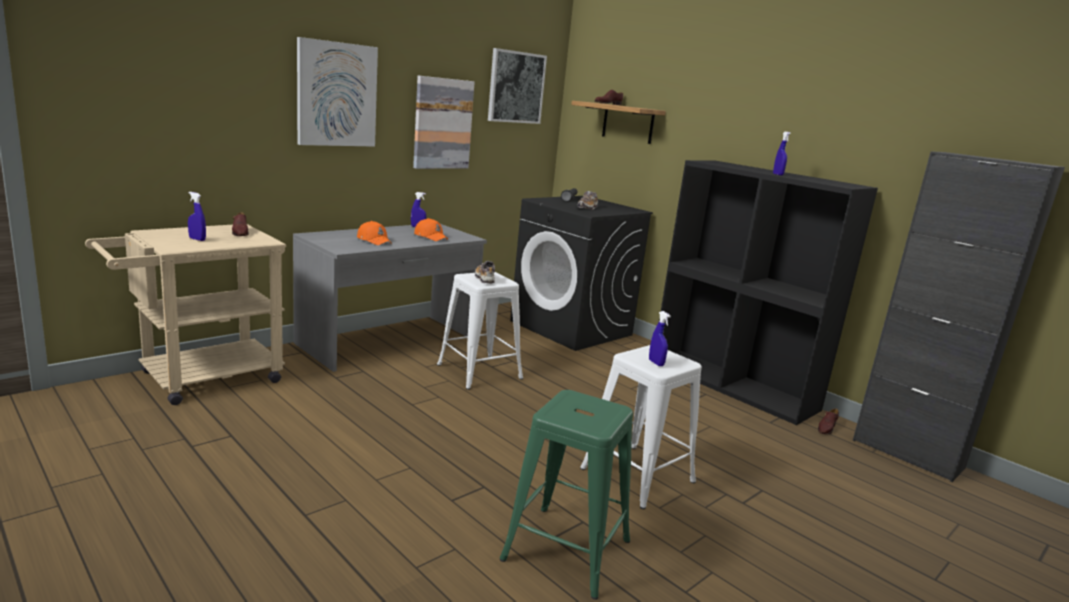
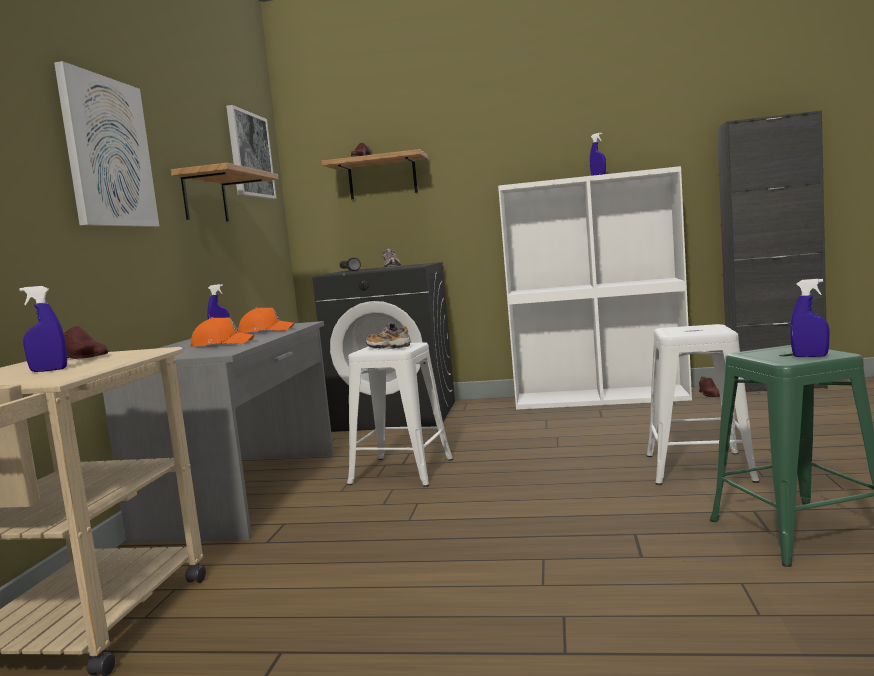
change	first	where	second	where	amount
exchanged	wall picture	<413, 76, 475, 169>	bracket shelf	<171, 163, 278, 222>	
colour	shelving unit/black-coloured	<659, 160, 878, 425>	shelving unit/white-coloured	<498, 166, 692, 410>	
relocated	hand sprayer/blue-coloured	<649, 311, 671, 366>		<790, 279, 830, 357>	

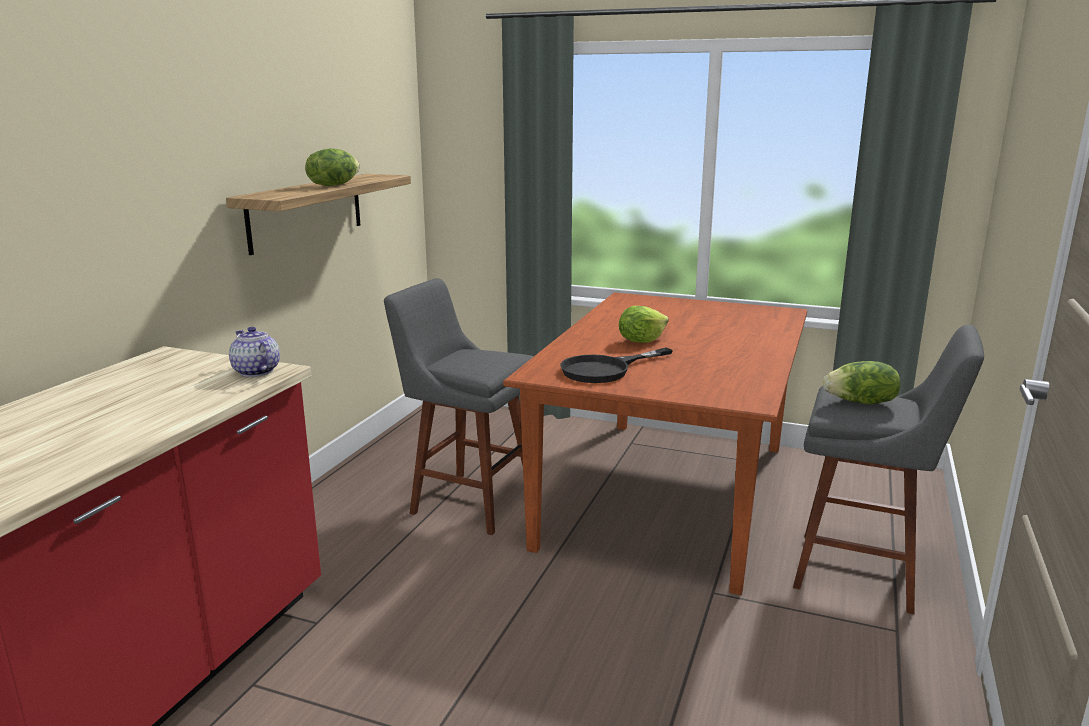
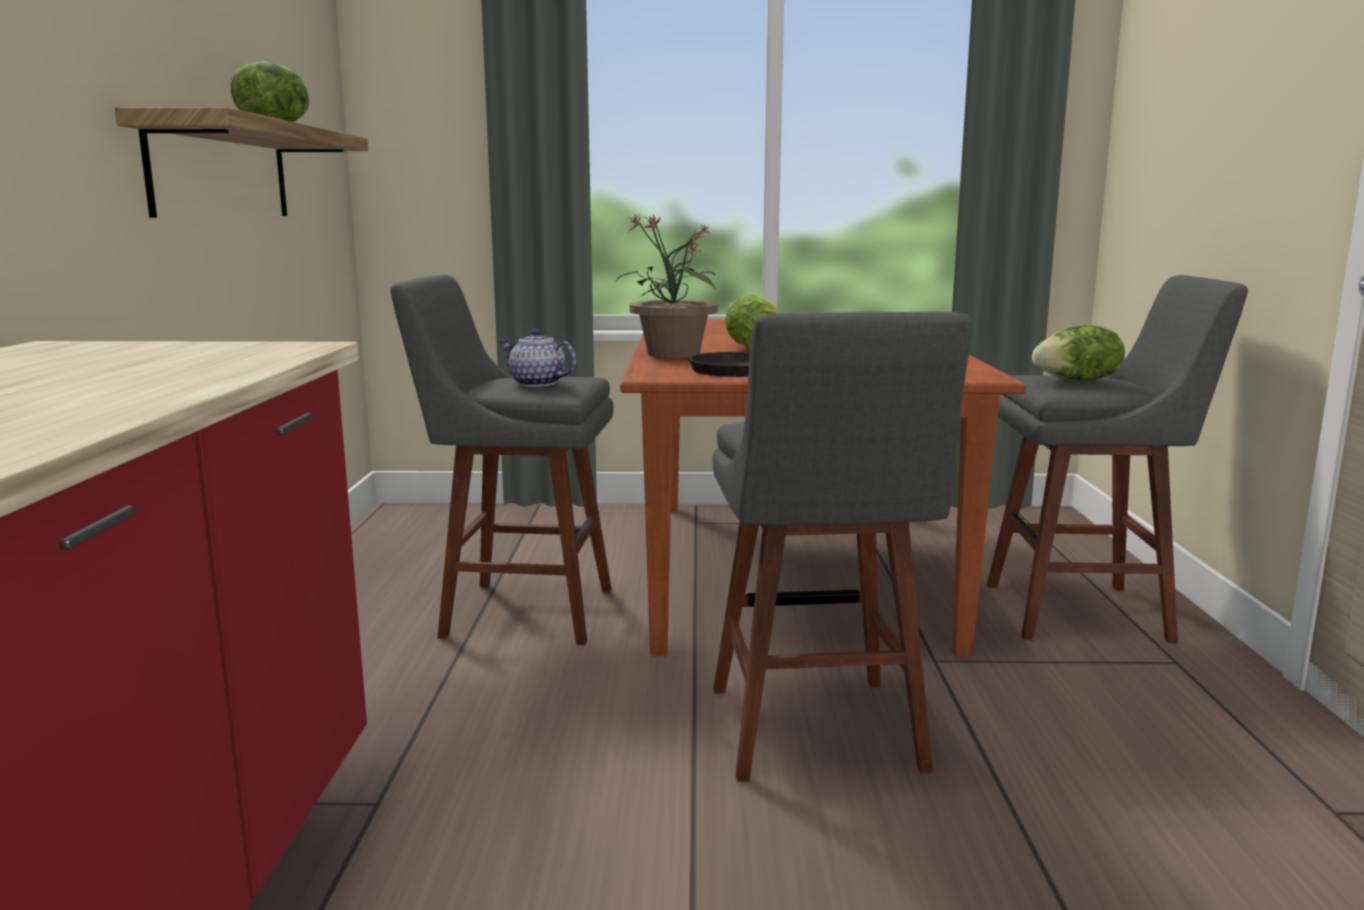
change	first	where	second	where	amount
relocated	tea pot	<229, 326, 280, 377>		<499, 329, 576, 387>	
appeared			houseplant	<616, 214, 718, 358>	
appeared			stool seat/gray	<713, 312, 972, 782>	

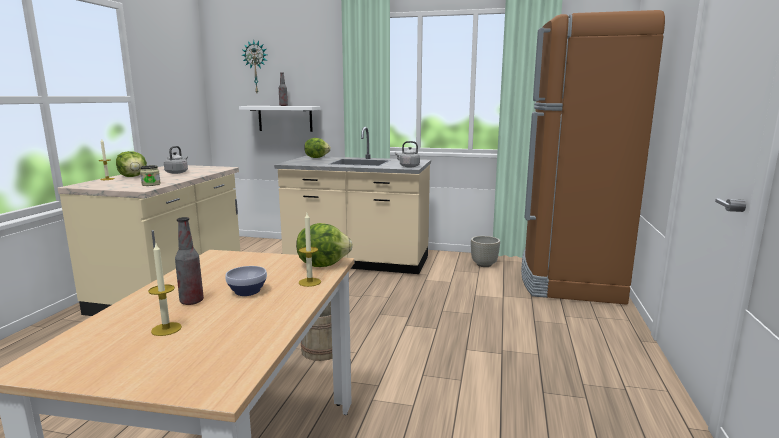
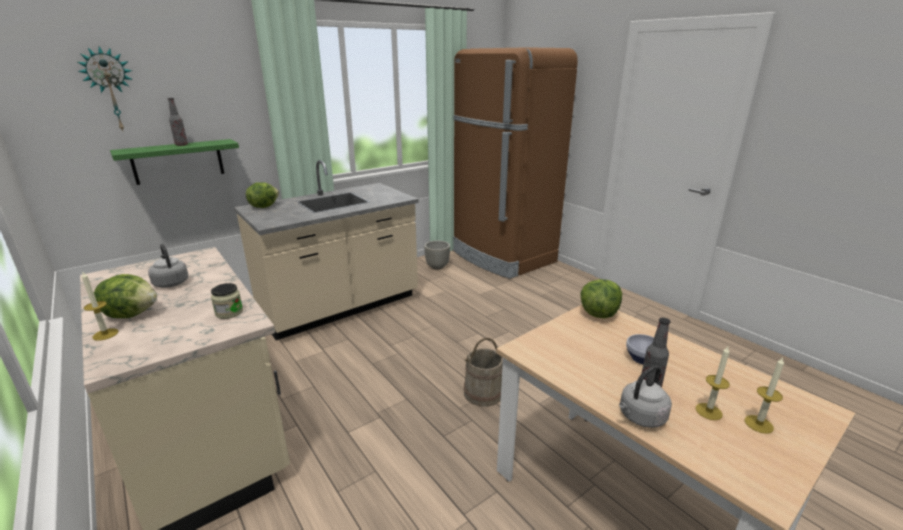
change	first	where	second	where	amount
colour	bracket shelf/white-coloured	<239, 106, 321, 132>	bracket shelf/greenish	<110, 139, 239, 185>	
relocated	water kettle/gray	<395, 141, 420, 167>		<619, 365, 672, 428>	
relocated	wax light	<299, 213, 321, 287>		<744, 357, 784, 434>	

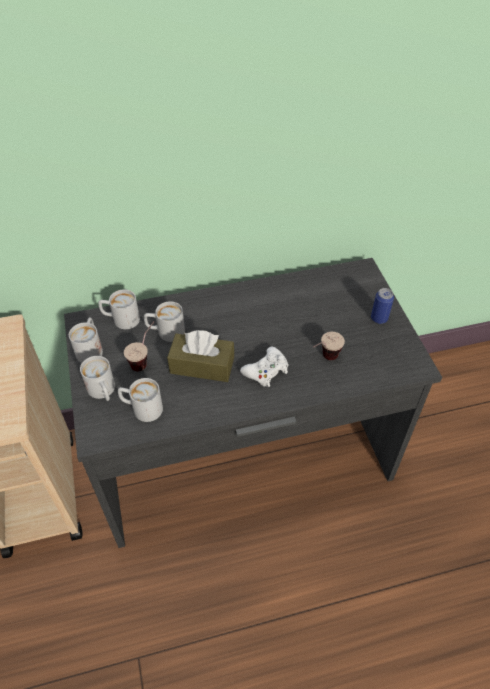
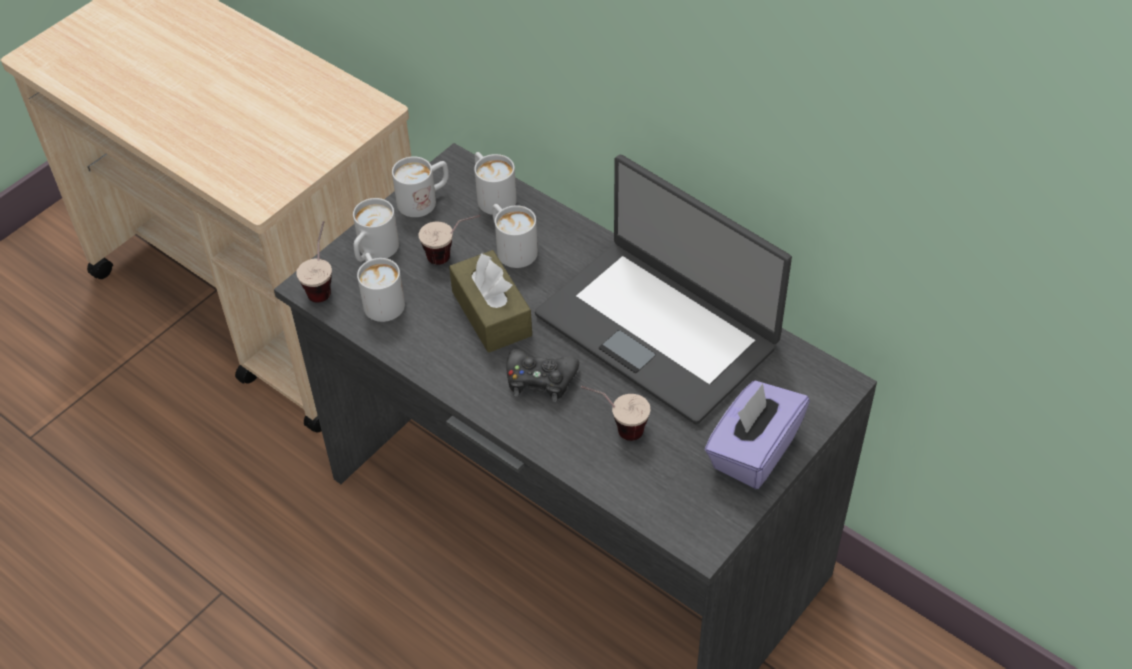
change	first	where	second	where	amount
appeared			drinking cup	<296, 221, 332, 303>	
colour	joypad/white-coloured	<240, 346, 288, 387>	joypad/black-coloured	<506, 349, 579, 402>	
appeared			notebook computer	<535, 155, 792, 425>	
exchanged	metal can	<371, 288, 394, 324>	box of tissues/purple	<705, 380, 810, 489>	

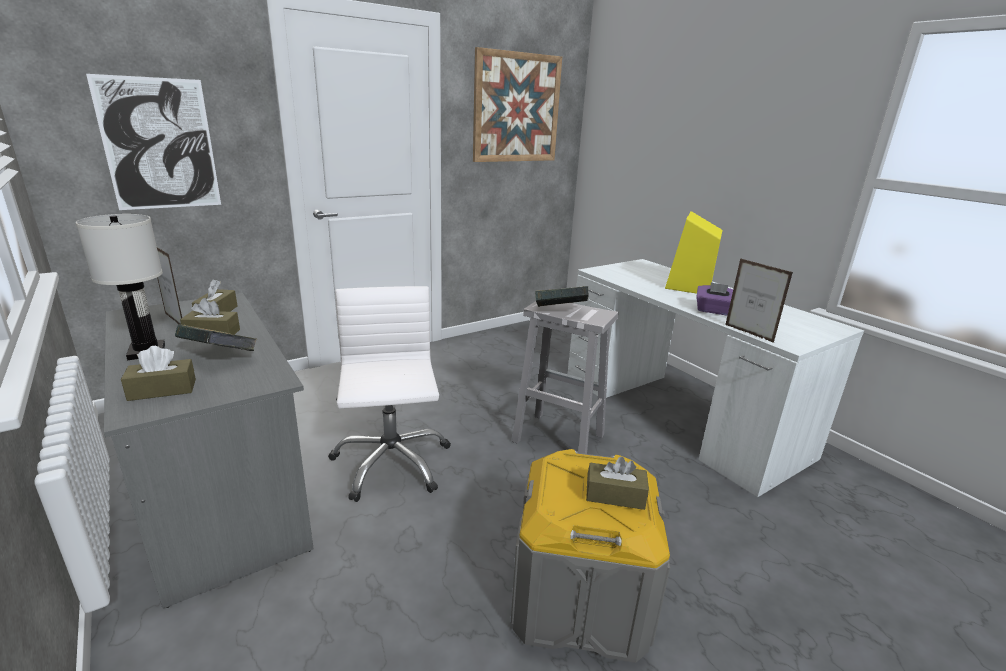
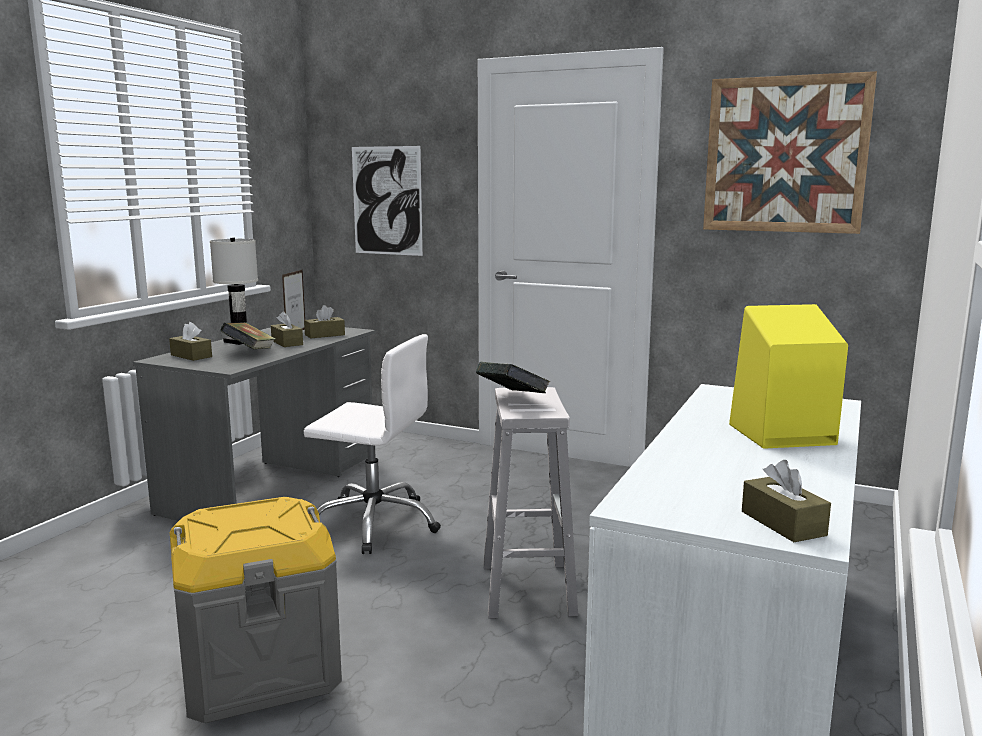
change	first	where	second	where	amount
spun	computer chair/white-coloured	<328, 286, 451, 502>		<304, 334, 441, 554>	60 degrees clockwise
relocated	box of tissues/brown	<586, 456, 649, 510>		<742, 460, 831, 542>	
missing	box of tissues/purple	<696, 282, 733, 315>			
missing	picture frame	<725, 258, 793, 343>			

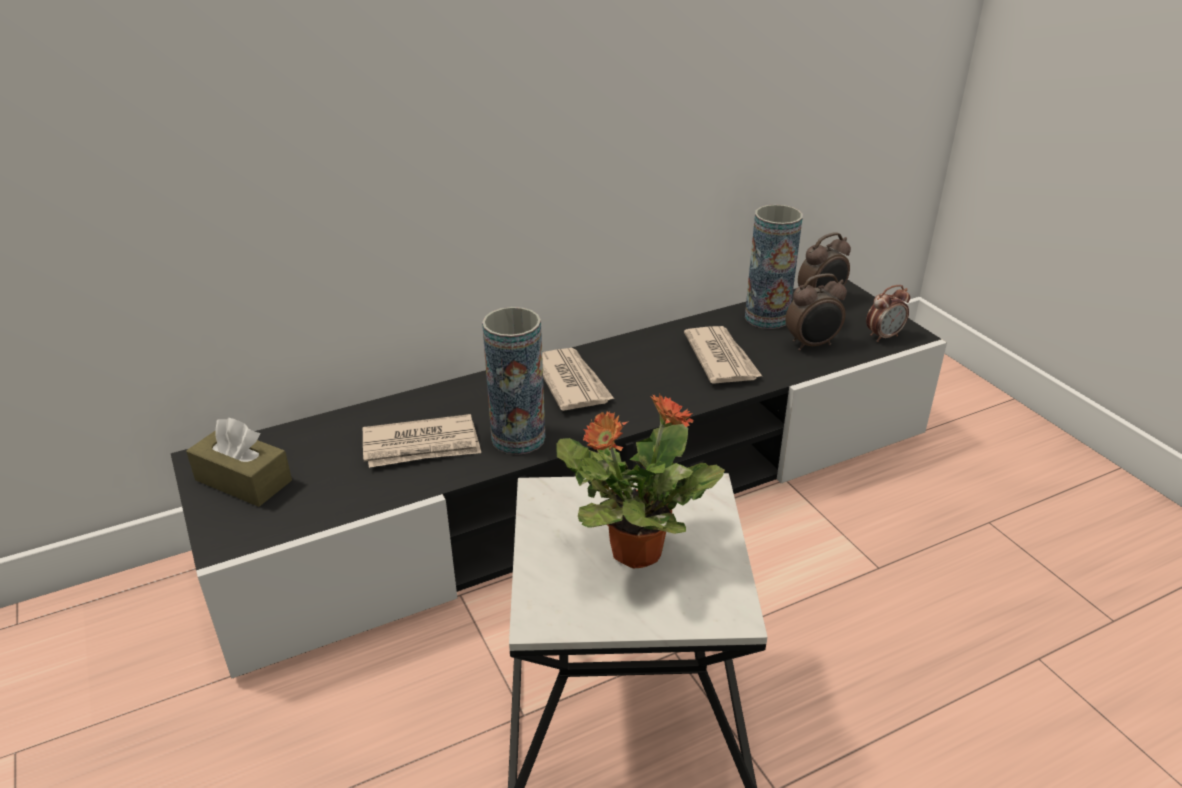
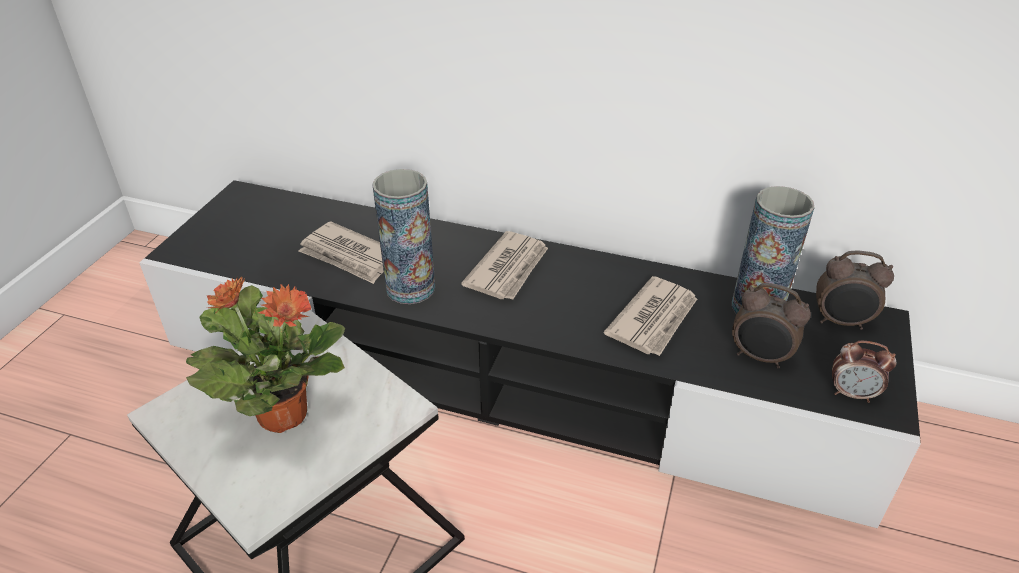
change	first	where	second	where	amount
missing	box of tissues/brown	<186, 418, 292, 507>			

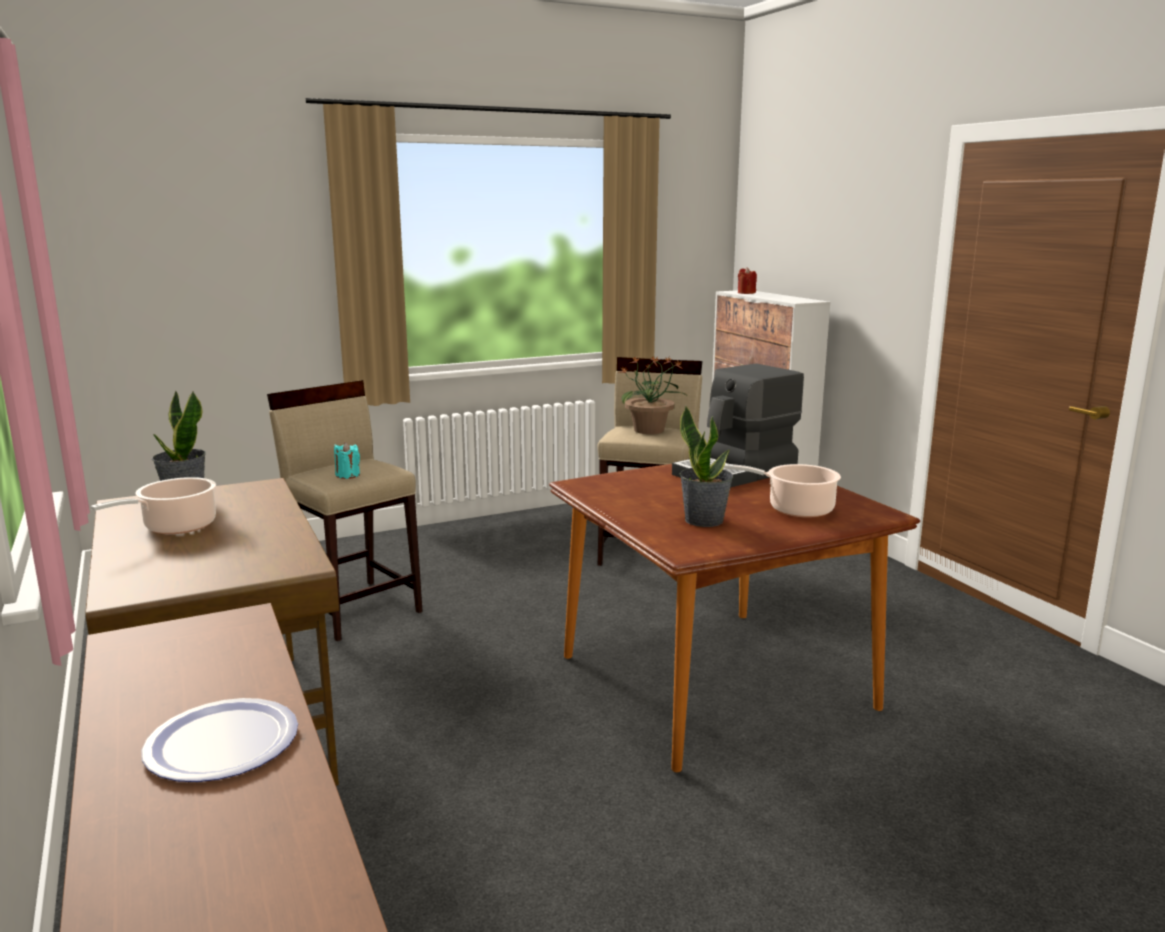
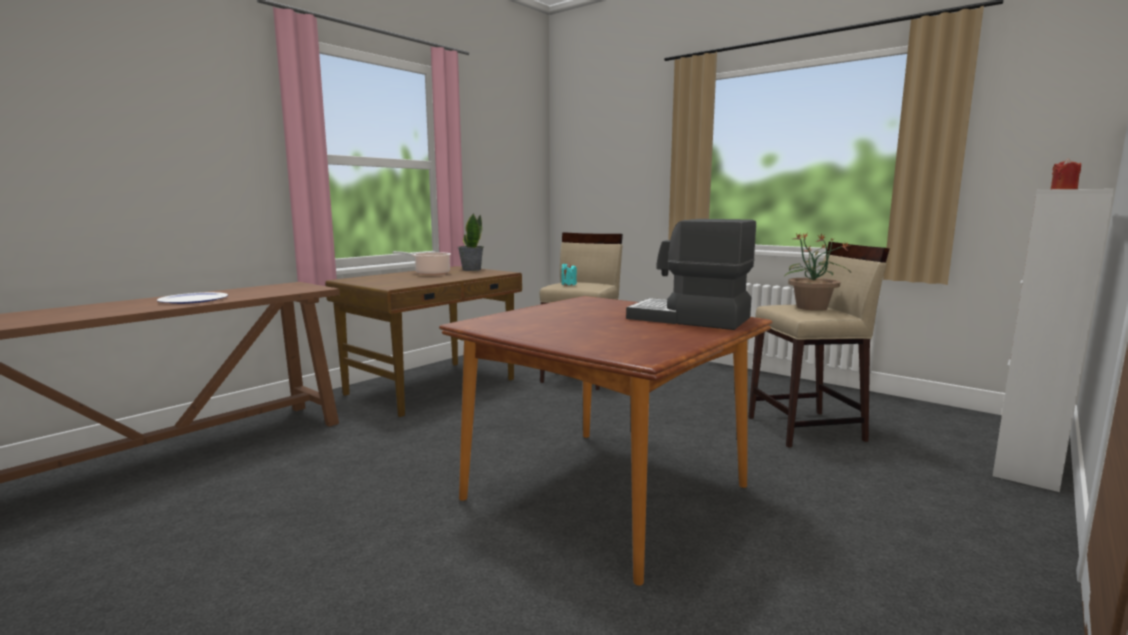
change	first	where	second	where	amount
missing	houseplant	<680, 405, 733, 527>			
missing	stockpot	<724, 464, 841, 518>			

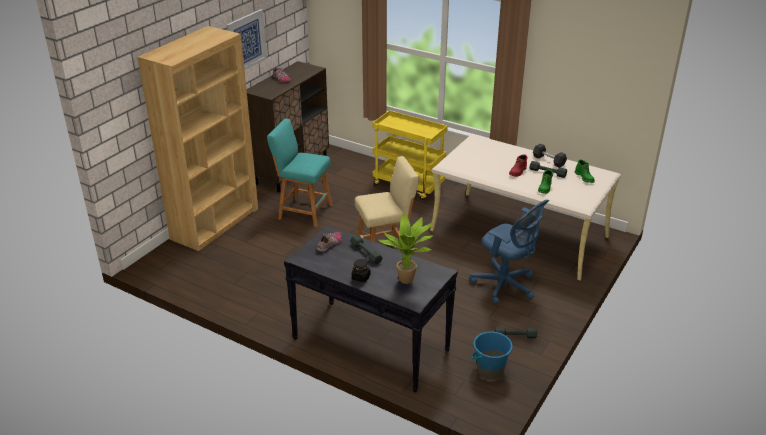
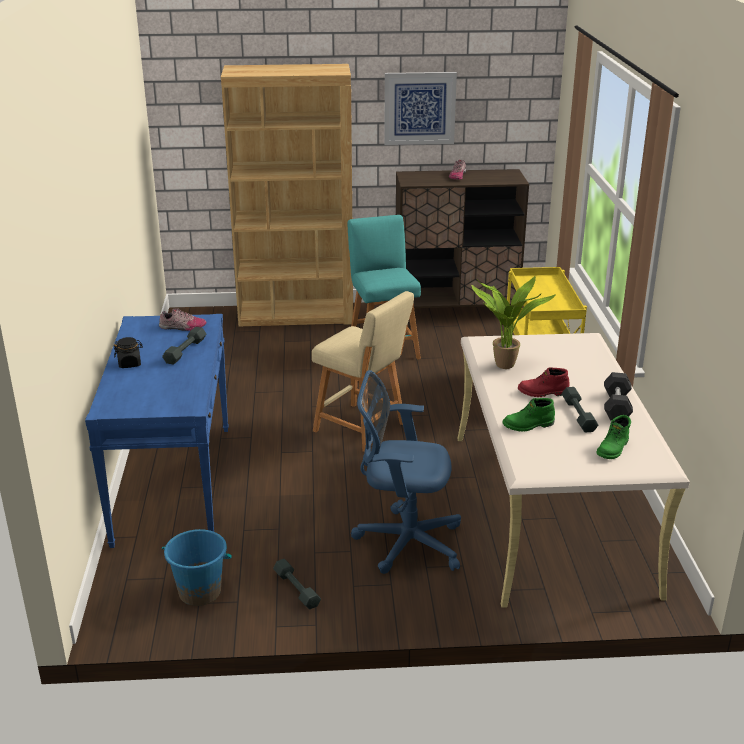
change	first	where	second	where	amount
colour	hall table/black-coloured	<284, 225, 458, 392>	hall table/blue-coloured	<85, 314, 229, 548>	
spun	computer chair/blue-coloured	<470, 200, 549, 304>		<351, 370, 461, 574>	90 degrees clockwise
relocated	houseplant	<378, 212, 434, 284>		<471, 276, 556, 369>	

